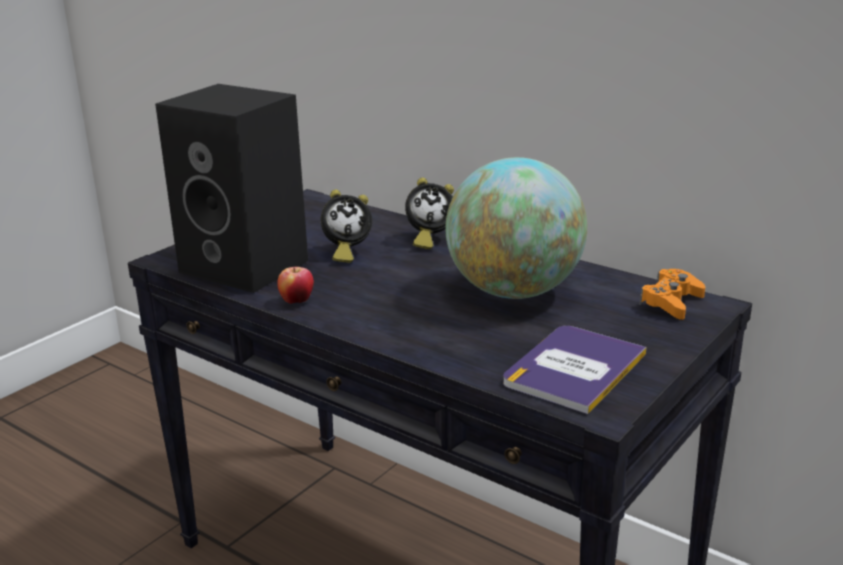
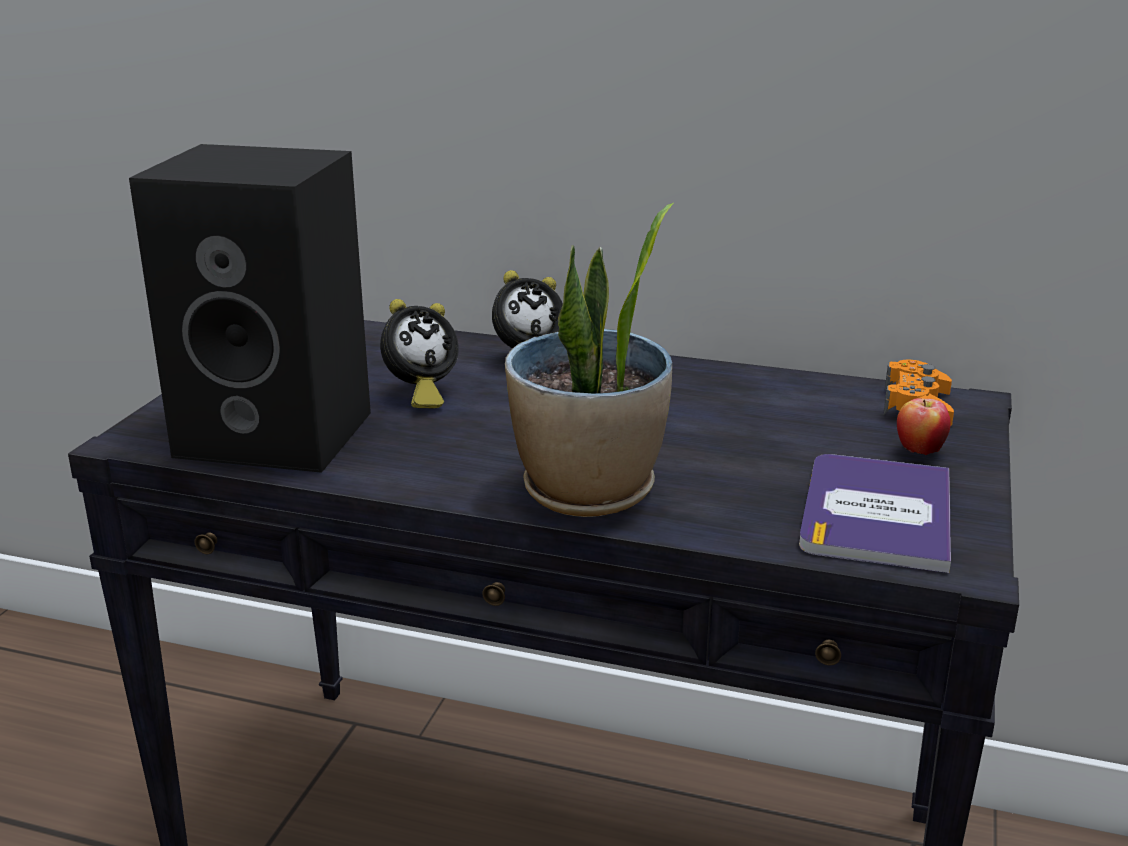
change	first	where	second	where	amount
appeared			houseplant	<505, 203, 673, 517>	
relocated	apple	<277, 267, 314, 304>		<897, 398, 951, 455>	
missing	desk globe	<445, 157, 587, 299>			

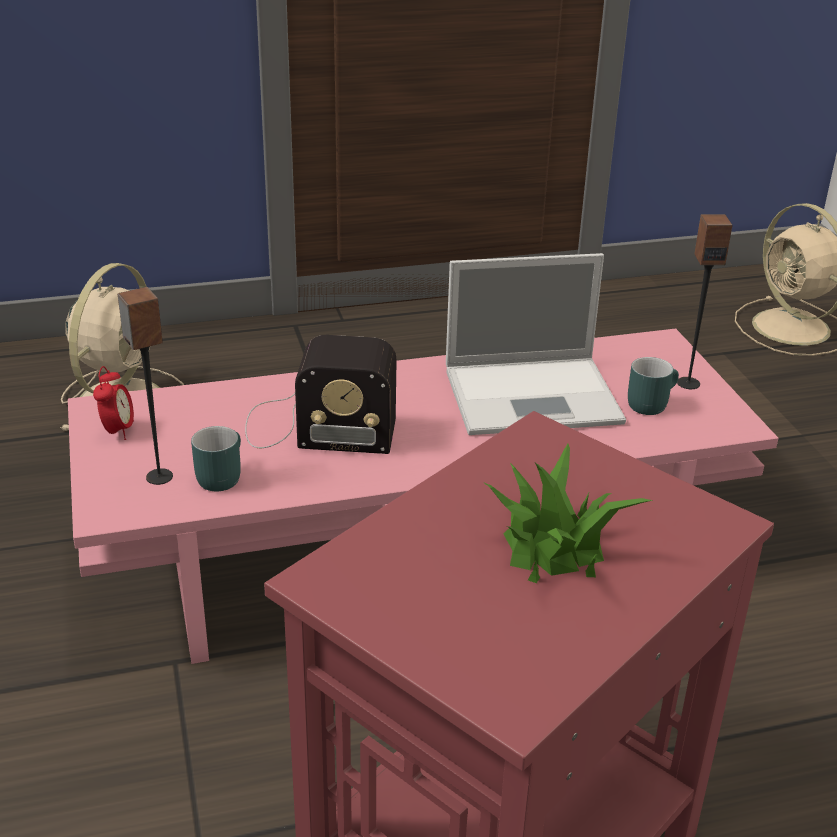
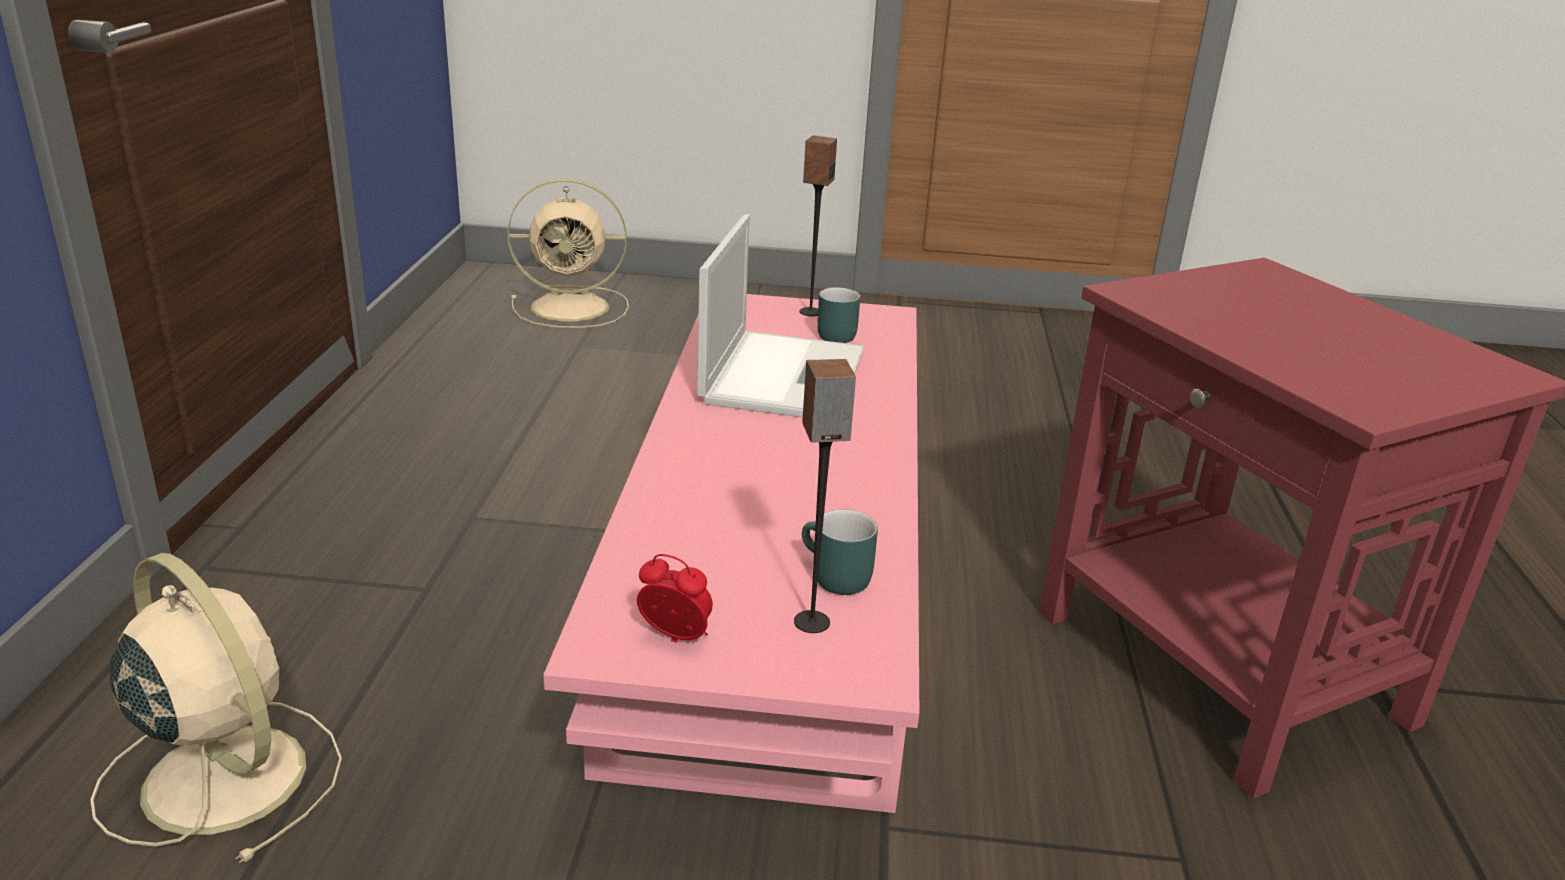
change	first	where	second	where	amount
missing	radio receiver	<245, 335, 397, 454>			
missing	houseplant	<483, 444, 653, 583>			

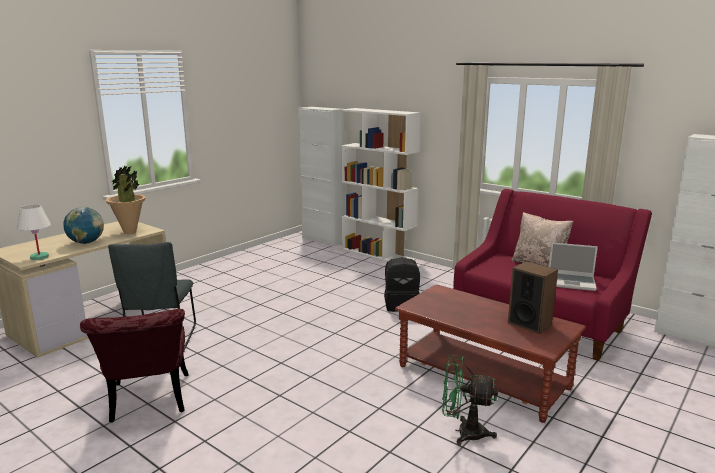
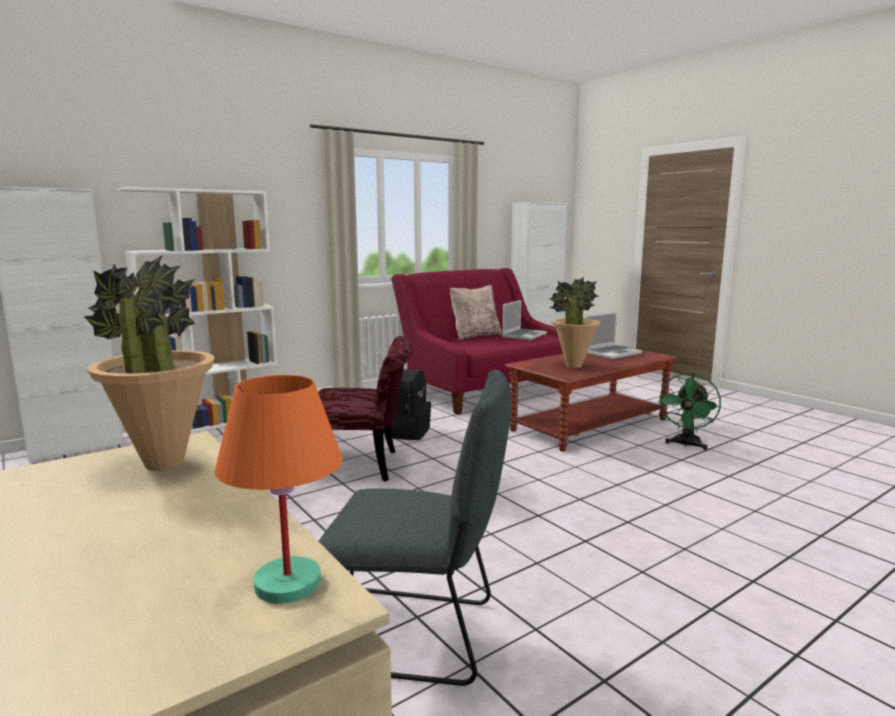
change	first	where	second	where	amount
colour	table lamp/white-coloured	<17, 204, 51, 260>	table lamp/orange-coloured	<215, 375, 343, 604>	
relocated	plain chair/red-coloured	<80, 309, 189, 423>		<318, 336, 413, 481>	
appeared			houseplant	<549, 277, 601, 368>	
exchanged	loudspeaker	<508, 261, 558, 334>	notebook computer	<585, 312, 643, 359>	
missing	desk globe	<63, 207, 104, 244>			

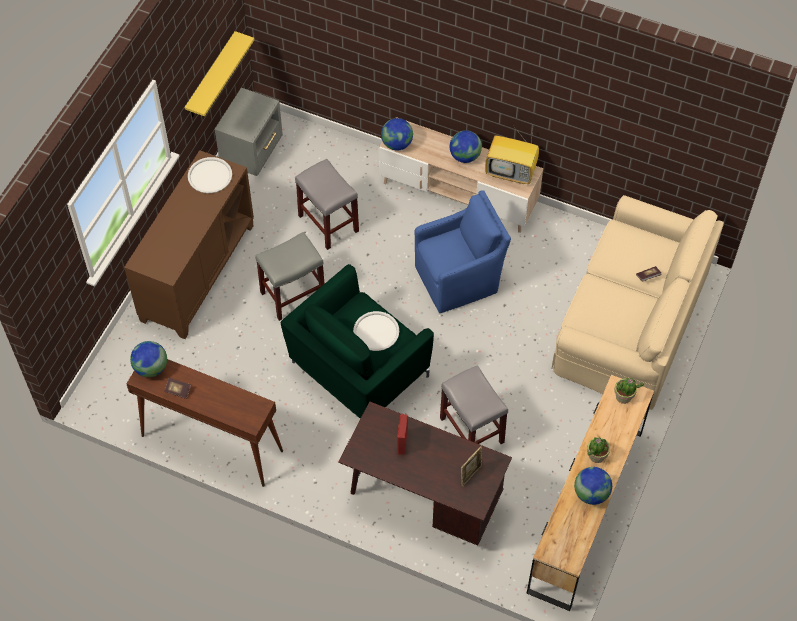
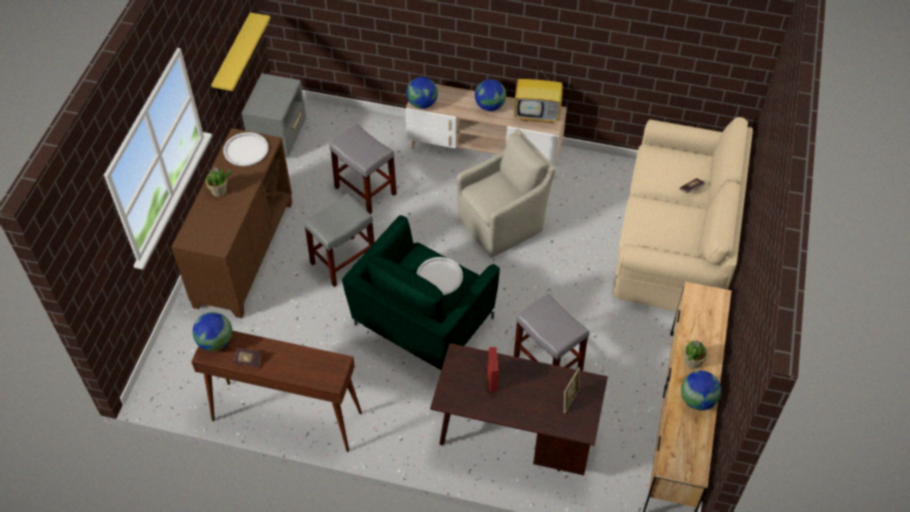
change	first	where	second	where	amount
relocated	houseplant	<614, 378, 644, 404>		<205, 167, 231, 197>	
colour	easy chair/blue-coloured	<414, 190, 511, 313>	easy chair/beige	<457, 129, 556, 257>	

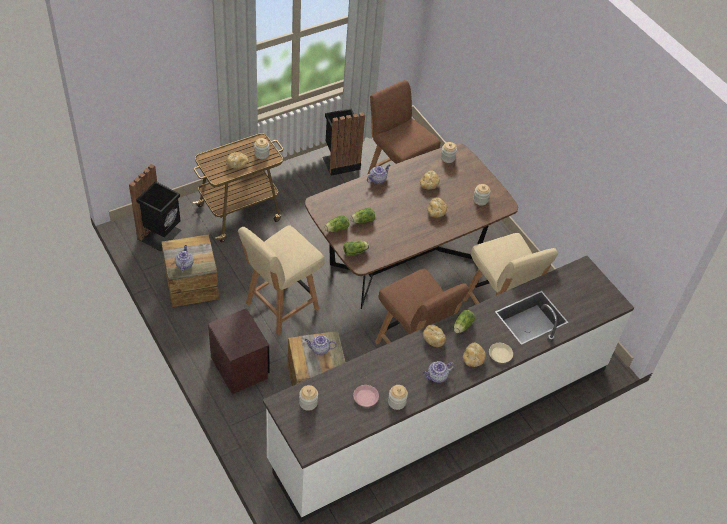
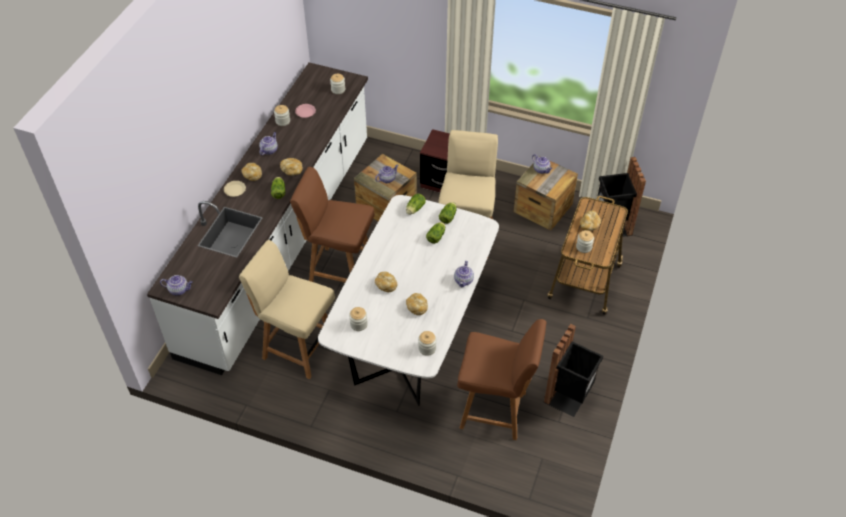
change	first	where	second	where	amount
appeared			tea pot	<160, 275, 193, 295>	
colour	dinner table/brown	<305, 143, 518, 309>	dinner table/white-coloured	<318, 195, 499, 406>	

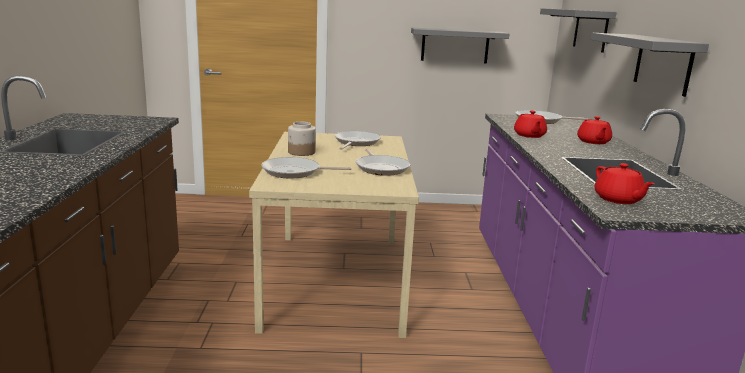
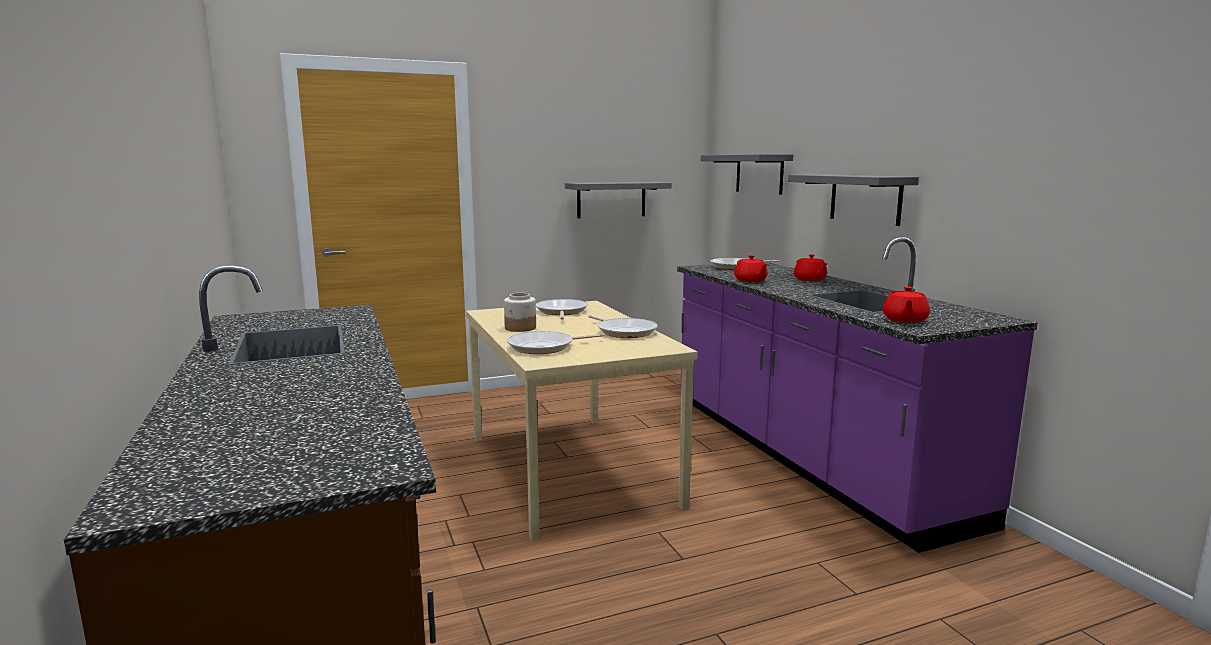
change	first	where	second	where	amount
spun	tea pot/red-coloured	<595, 163, 654, 204>		<883, 286, 930, 323>	60 degrees clockwise

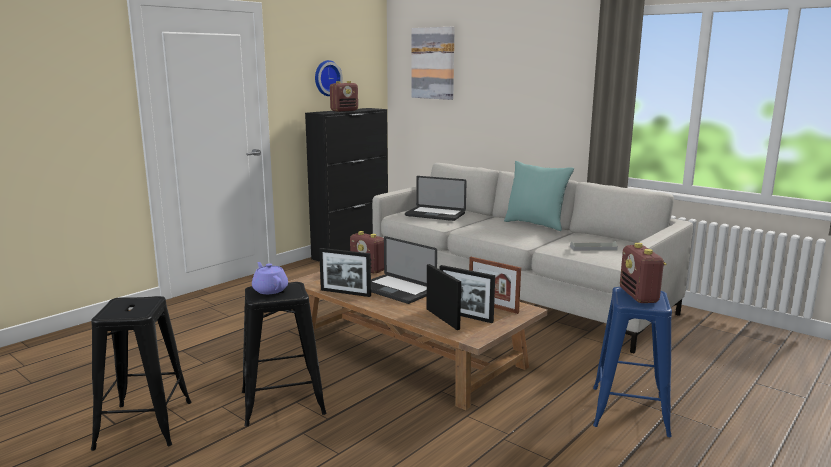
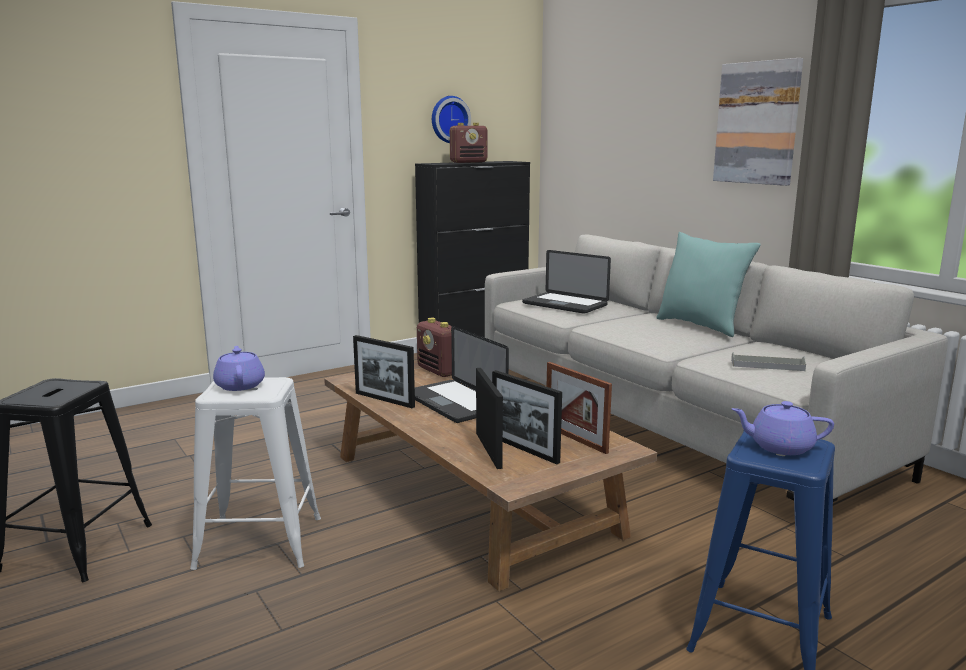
change	first	where	second	where	amount
colour	stool seat/black-coloured	<242, 282, 327, 427>	stool seat/white-coloured	<190, 377, 321, 570>	
relocated	wall picture	<412, 27, 455, 100>		<713, 58, 803, 186>	
exchanged	radio receiver	<620, 243, 667, 303>	tea pot/purple	<732, 401, 834, 455>	

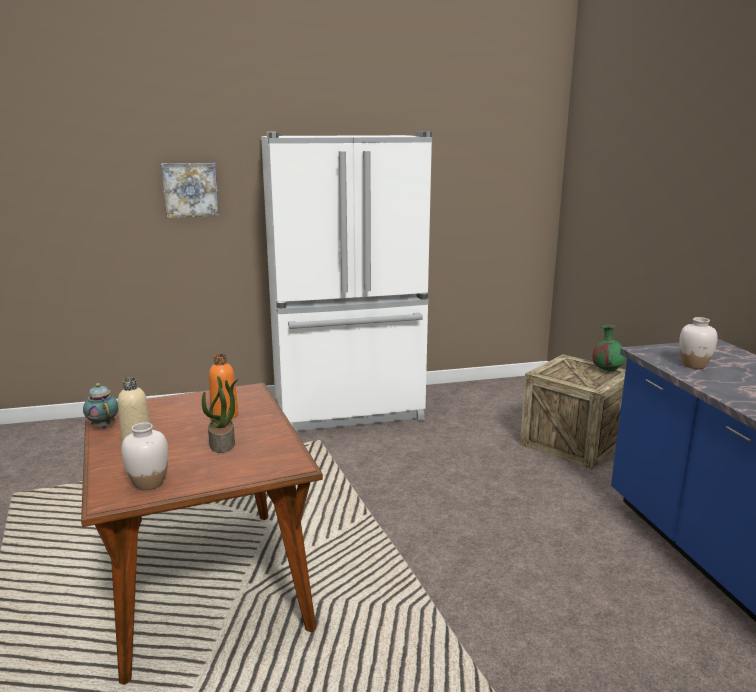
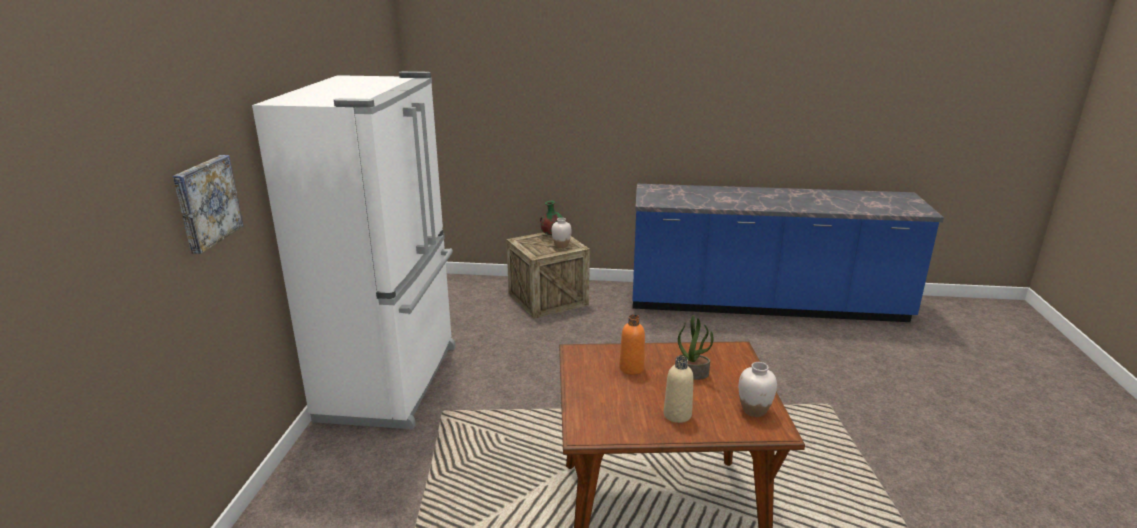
change	first	where	second	where	amount
relocated	decorative vase/white-coloured	<679, 317, 718, 369>		<552, 218, 572, 248>	
missing	tea pot	<83, 383, 118, 428>			

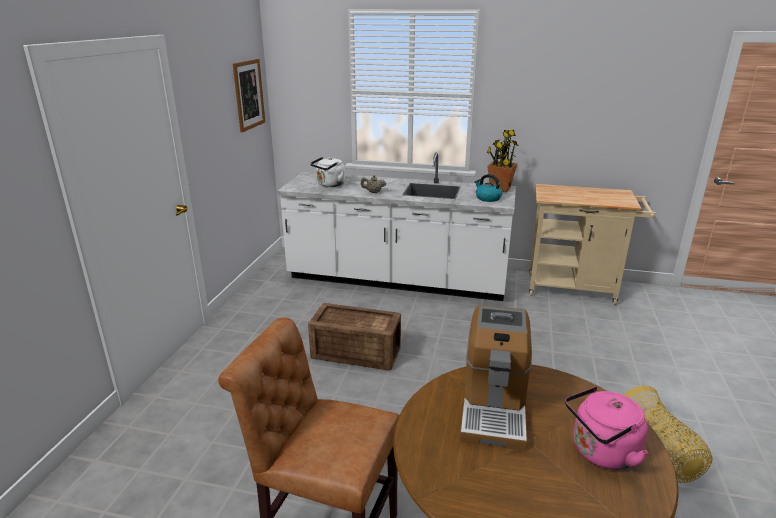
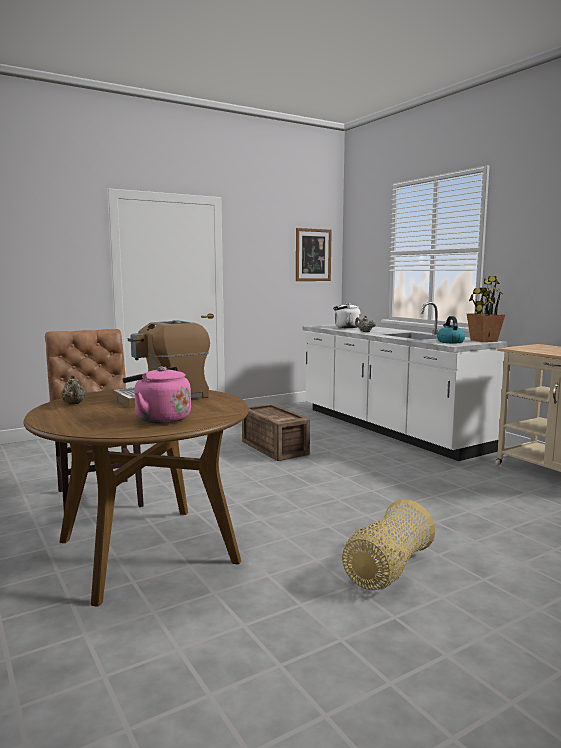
change	first	where	second	where	amount
appeared			tea pot/beige	<60, 375, 85, 404>	

